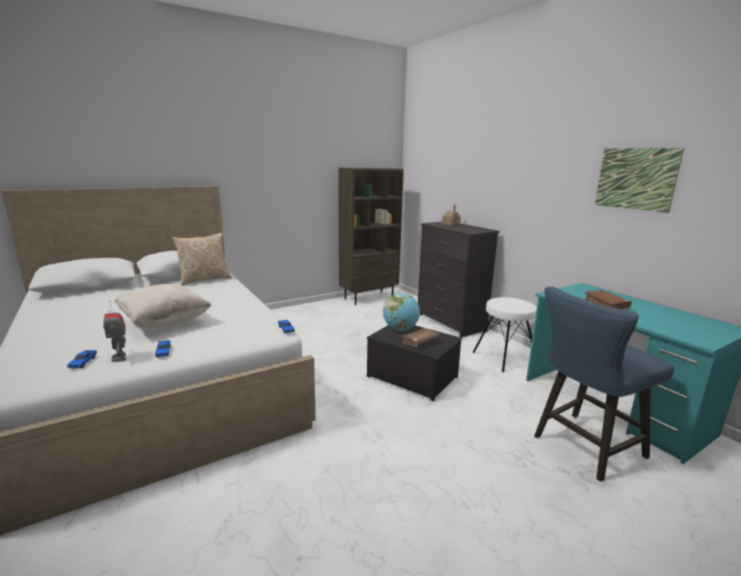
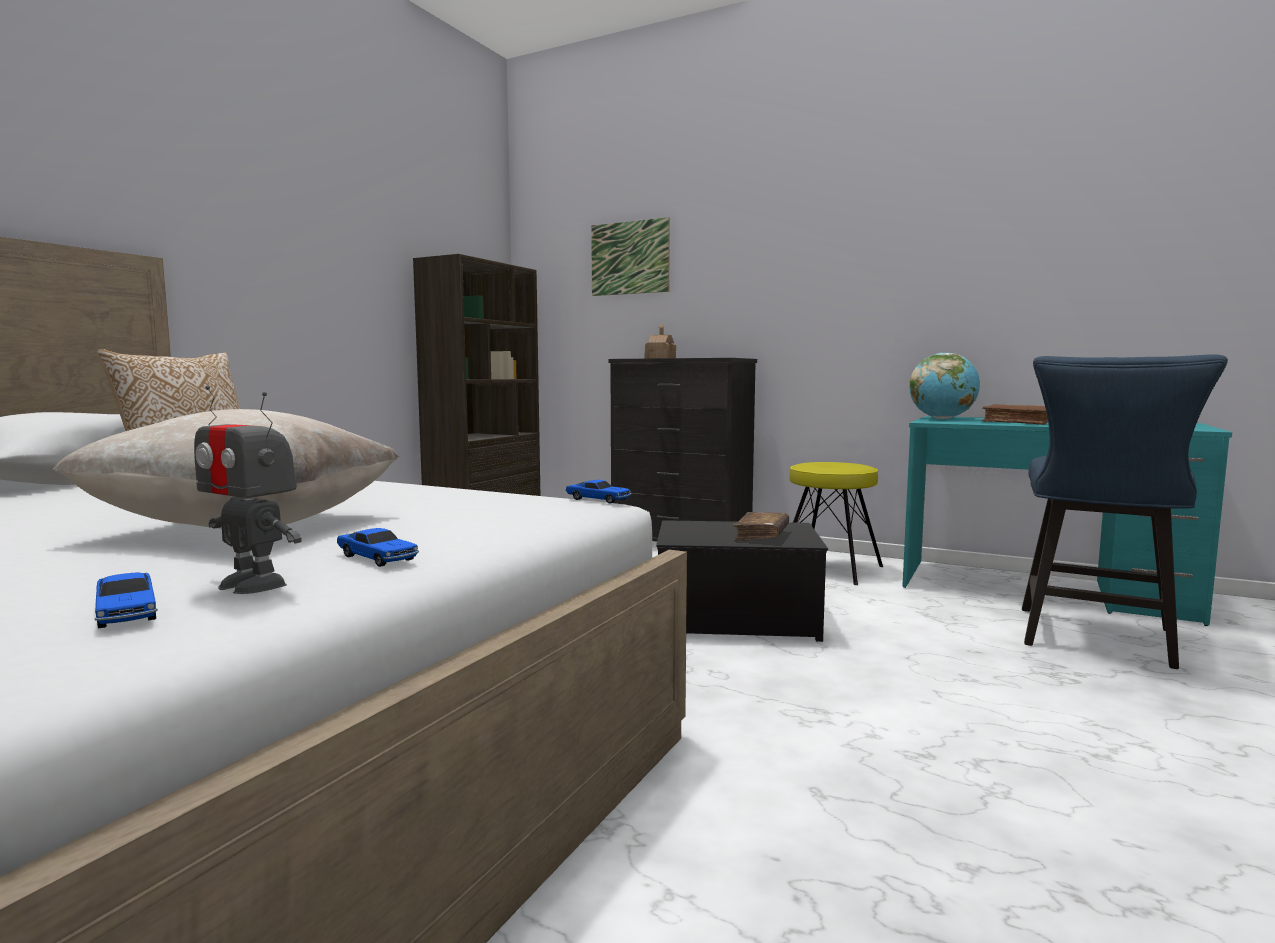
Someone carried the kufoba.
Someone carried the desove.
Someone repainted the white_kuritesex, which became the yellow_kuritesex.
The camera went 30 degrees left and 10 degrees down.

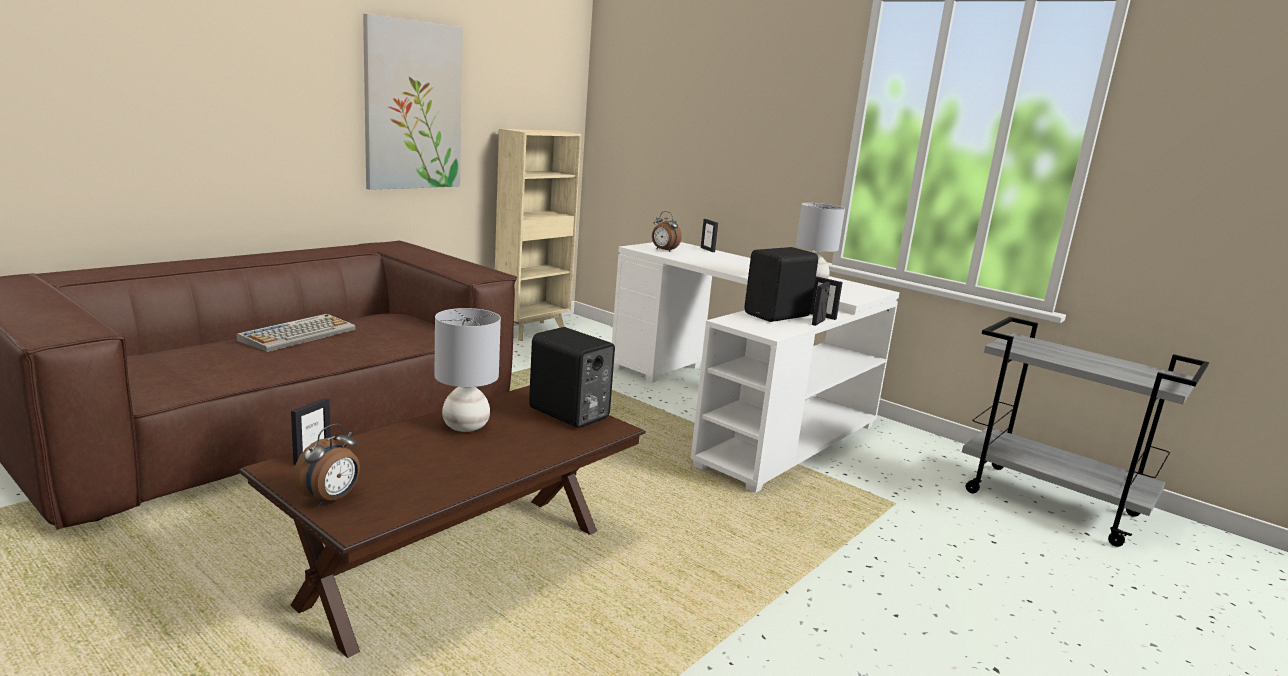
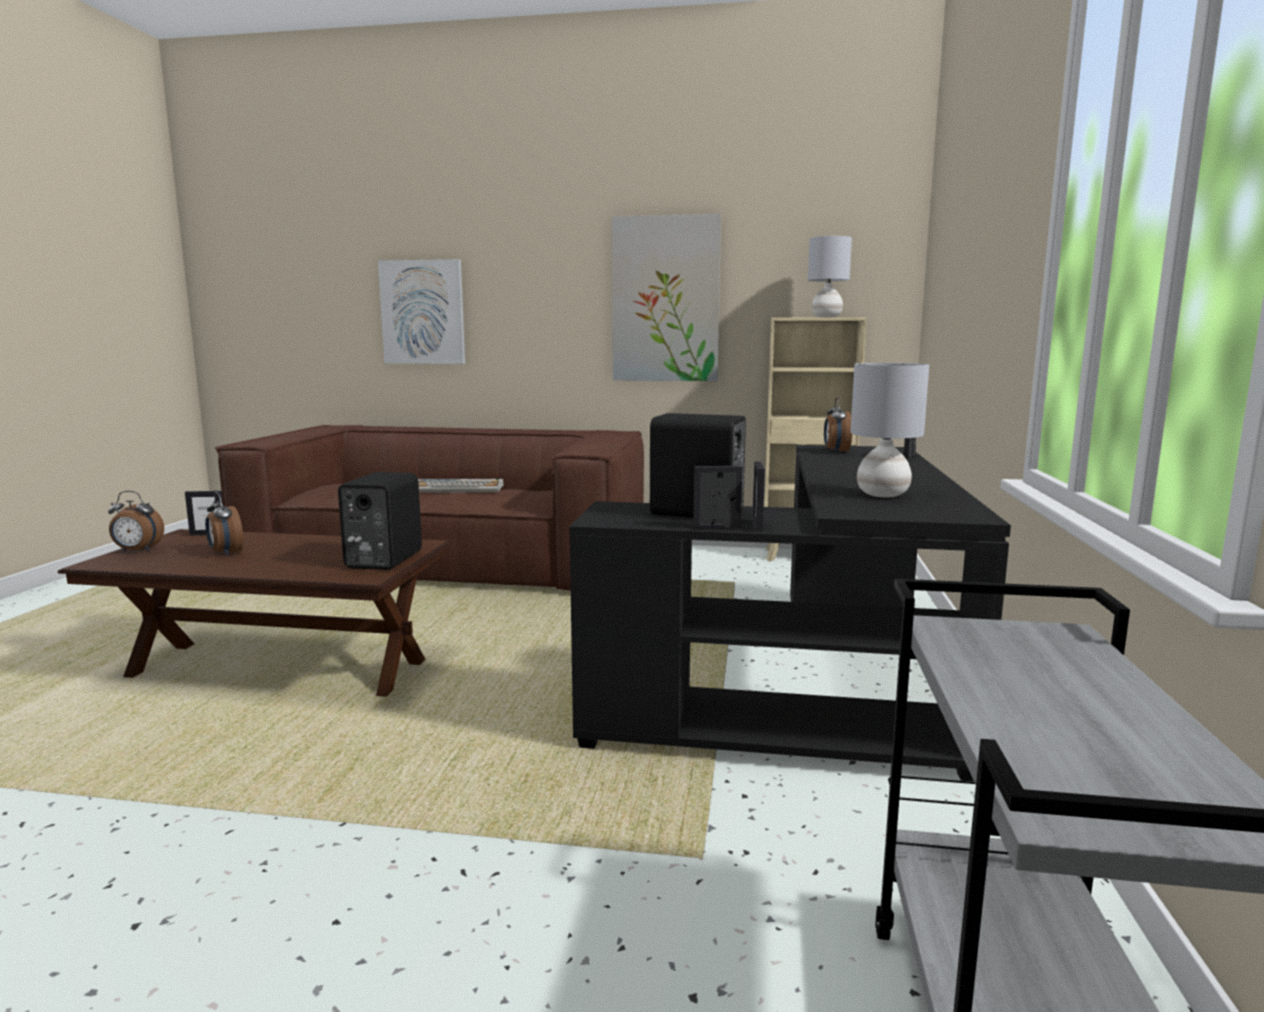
Someone repainted the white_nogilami, which became the black_nogilami.
Someone carried the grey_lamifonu (no. 1 from left).
Someone put up the kufoba (no. 1 from left).
Someone put down the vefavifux (no. 2 from left).
The camera went 60 degrees right and 5 degrees down.

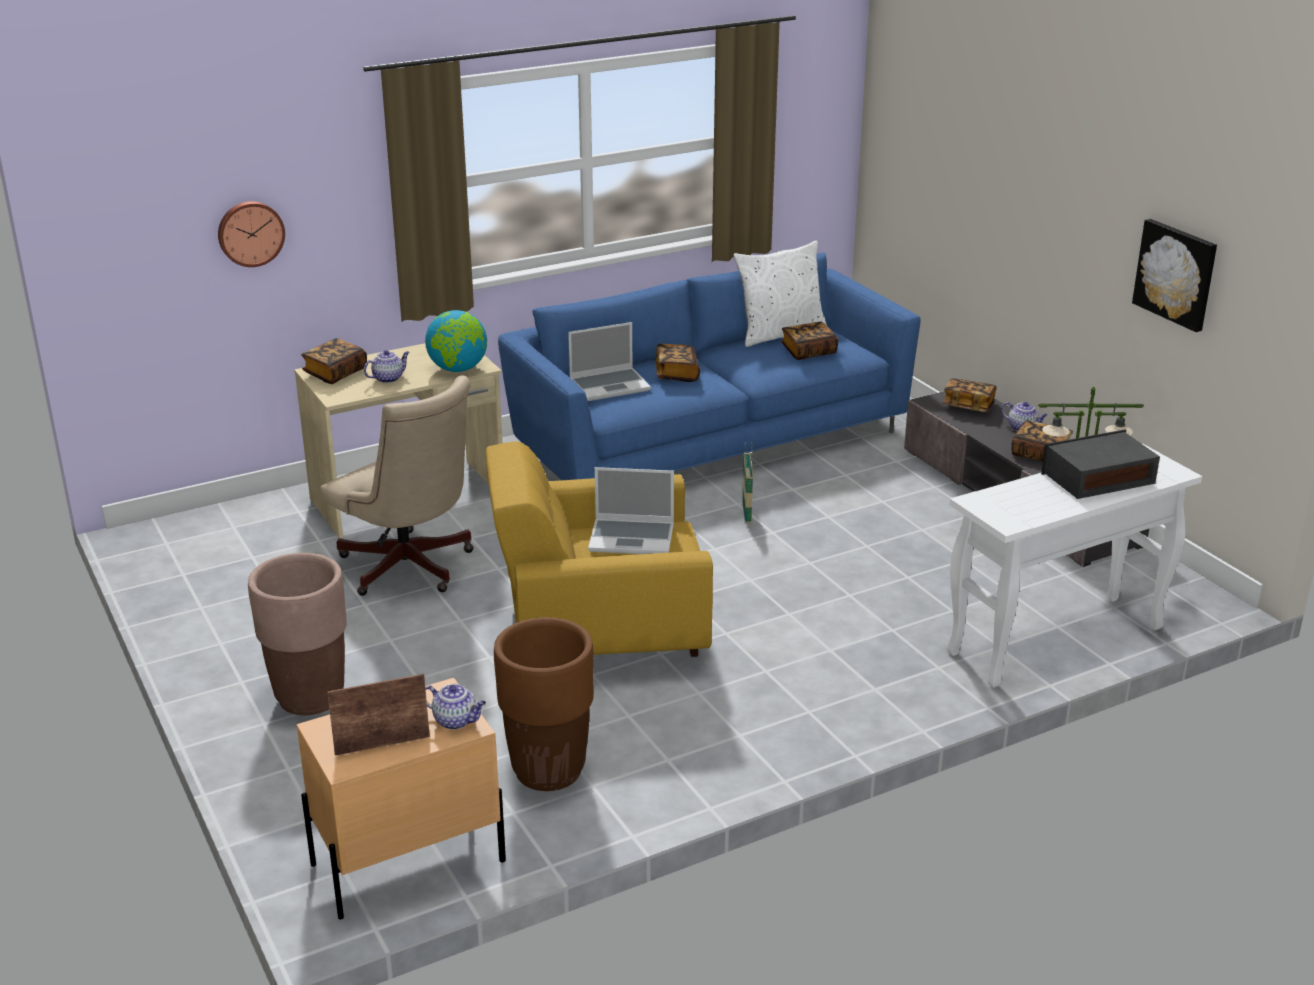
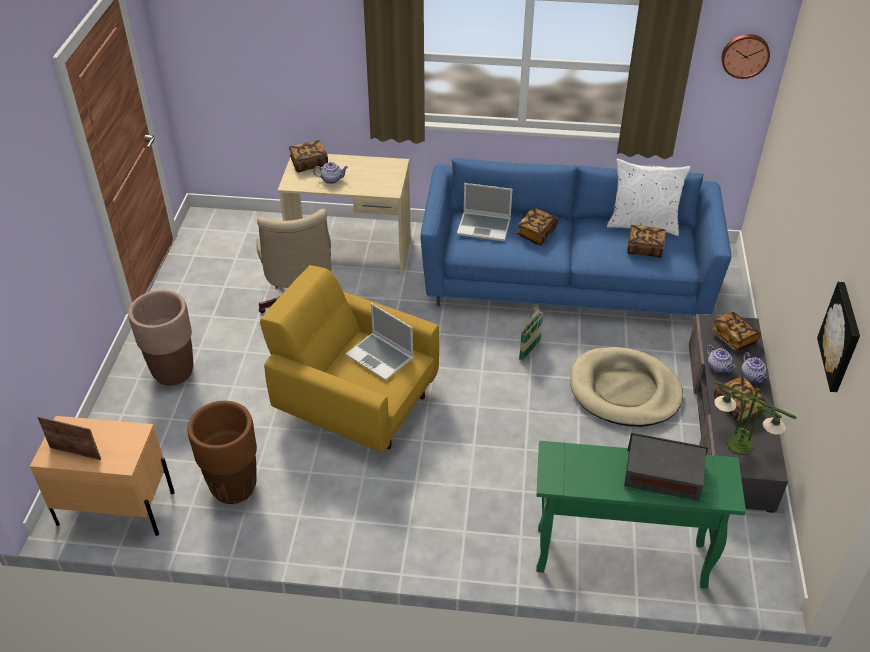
Someone carried the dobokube.
Someone took away the desove.
Someone repainted the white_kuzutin, which became the green_kuzutin.
Someone carried the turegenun (no. 2 from left).
Someone put down the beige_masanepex.
The camera went 35 degrees right and 15 degrees up.

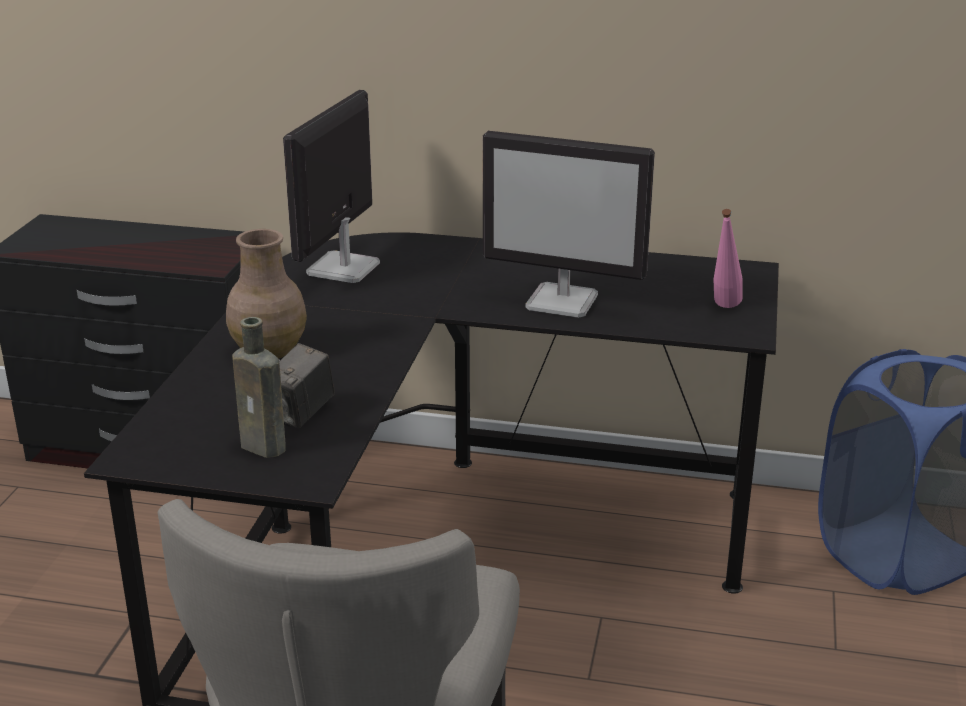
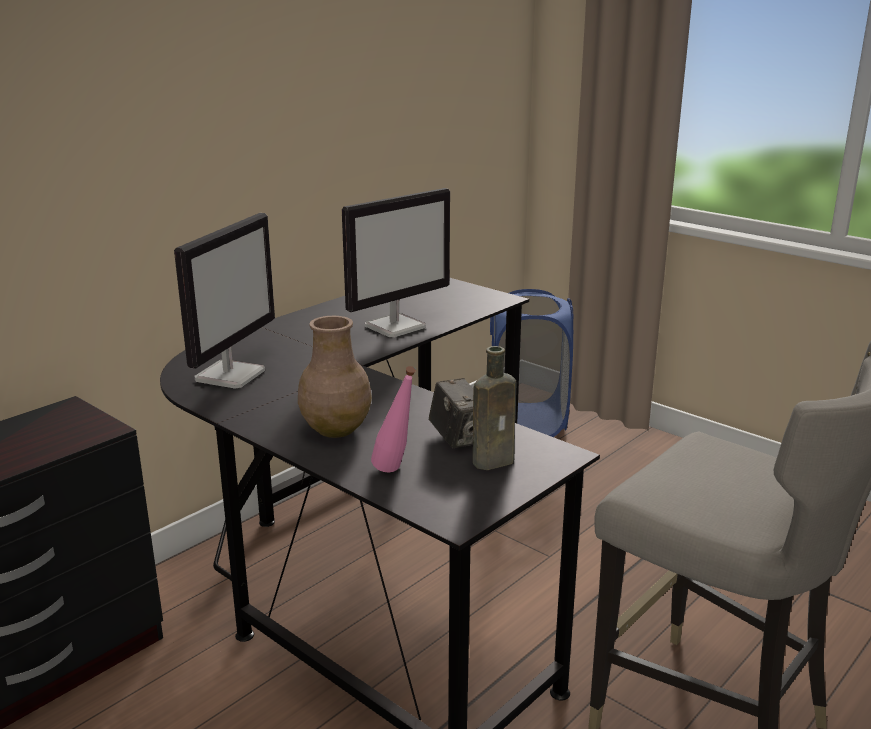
Someone rotated the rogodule (no. 1 from left) by 120 degrees counterclockwise.
Someone carried the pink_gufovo.
The camera went 60 degrees left and 5 degrees down.

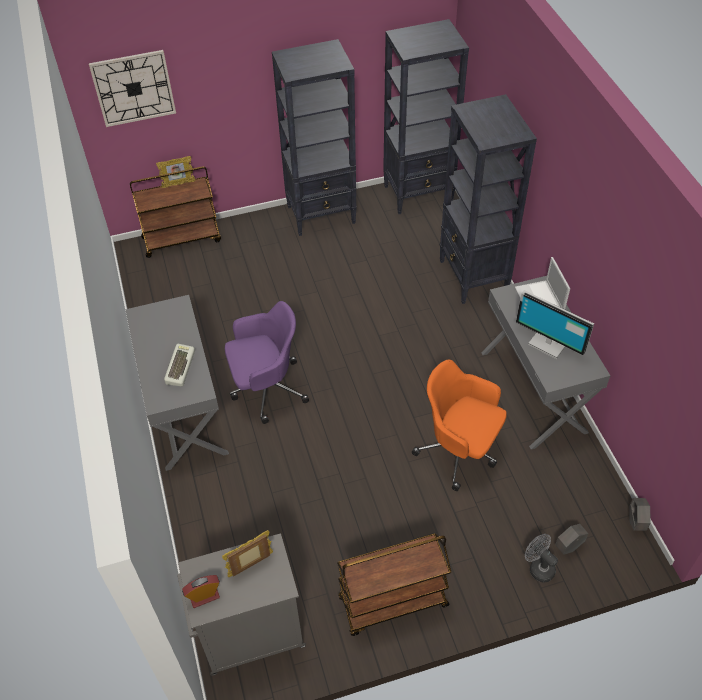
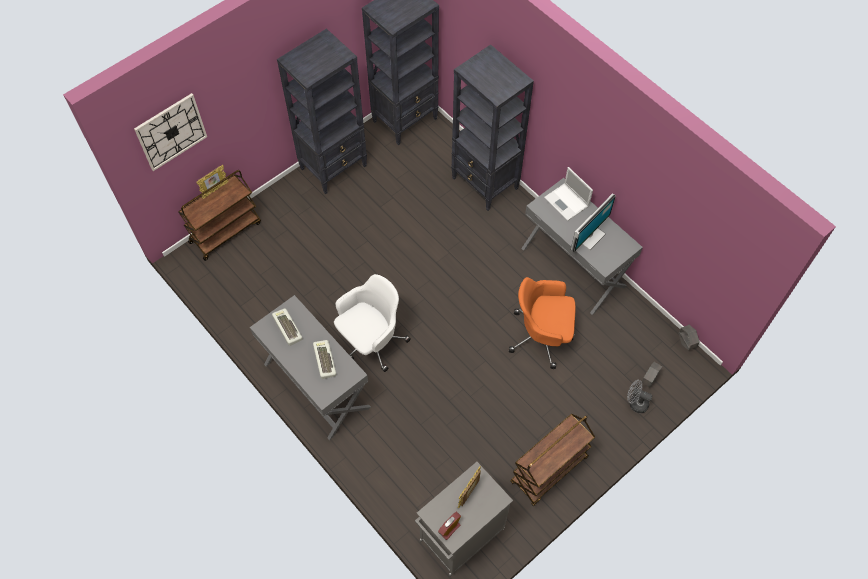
Someone rotated the rogodule by 60 degrees counterclockwise.
Someone repainted the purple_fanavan, which became the white_fanavan.
Someone put down the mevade (no. 1 from left).
The camera went 25 degrees left and 10 degrees up.

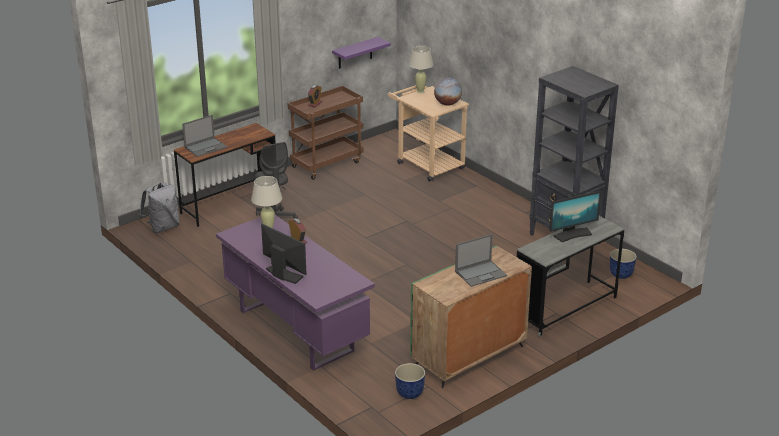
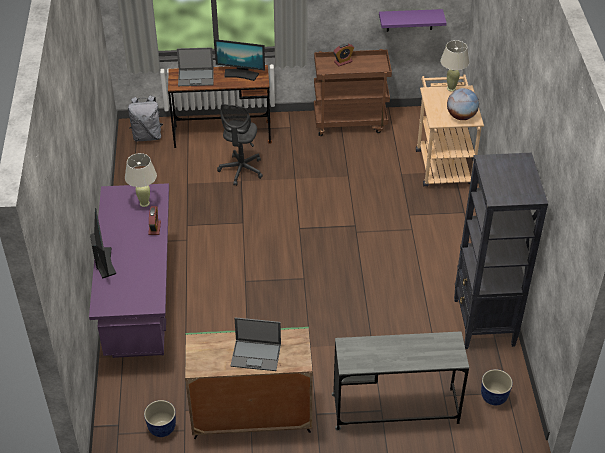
Someone carried the rogodule (no. 2 from left).
The camera went 35 degrees right and 15 degrees up.

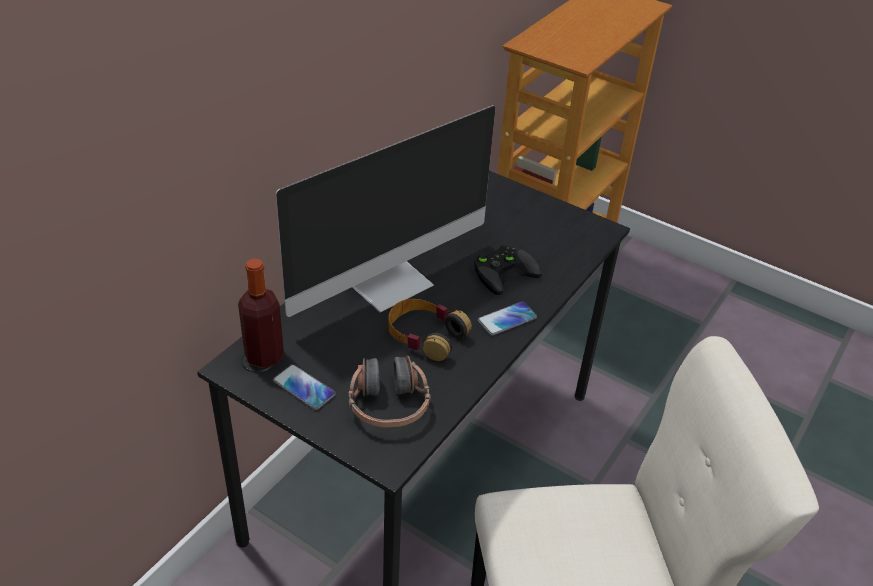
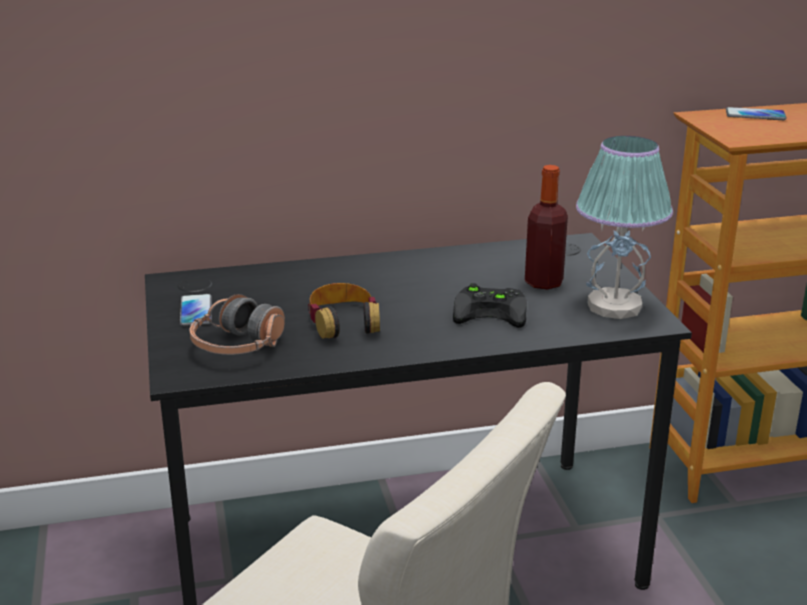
Someone took away the rogodule.
Someone carried the gufovo.
Someone carried the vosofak (no. 2 from left).
Someone put down the lamifonu.
The camera went 45 degrees right and 15 degrees down.

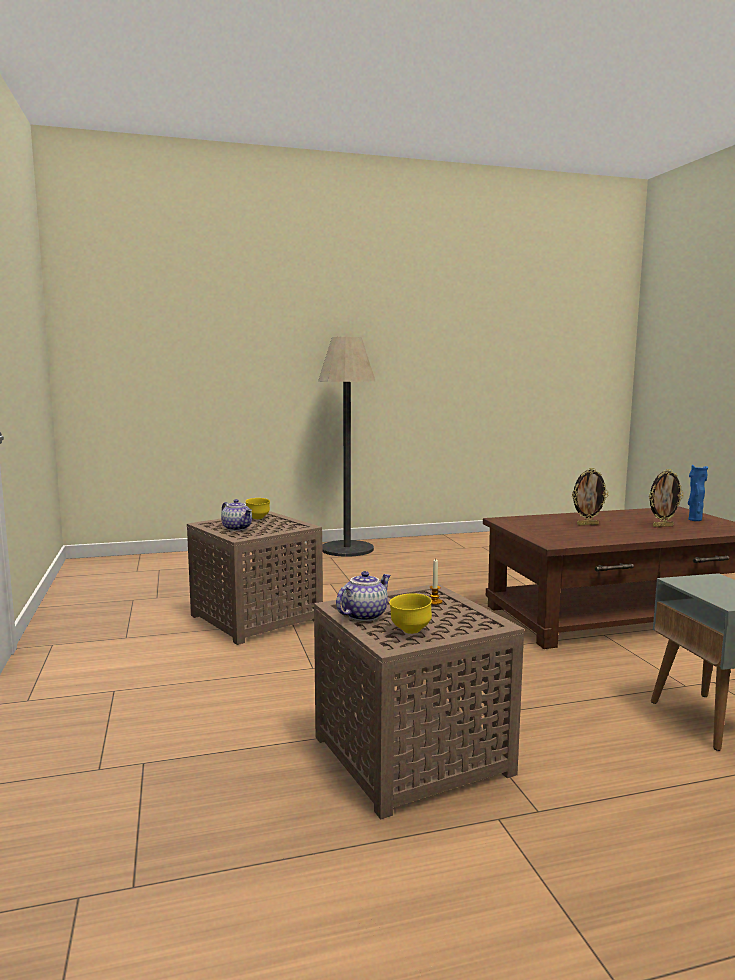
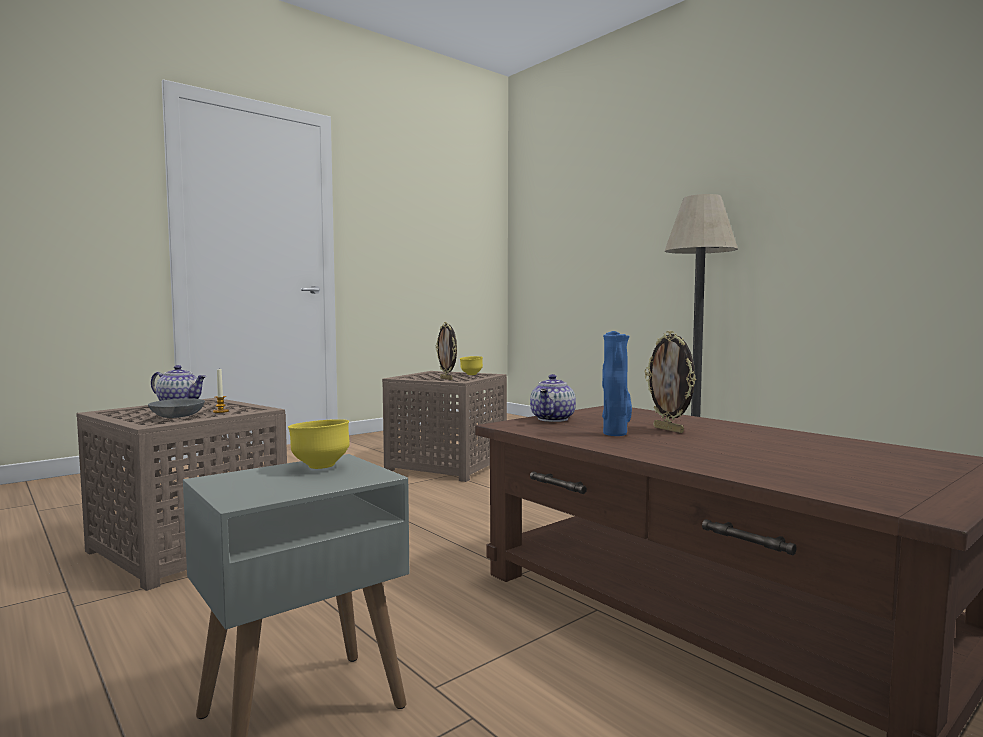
Someone carried the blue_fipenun.
Someone carried the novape (no. 2 from left in the first image).
Someone carried the turegenun (no. 1 from left in the first image).
Someone carried the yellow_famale (no. 2 from left in the first image).
Someone put down the grey_famale.
The camera went 65 degrees right and 5 degrees down.

